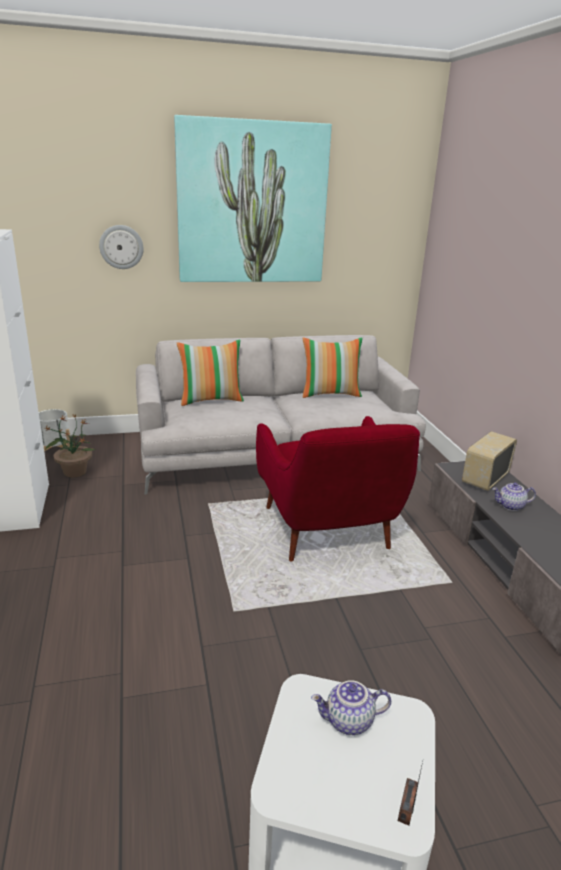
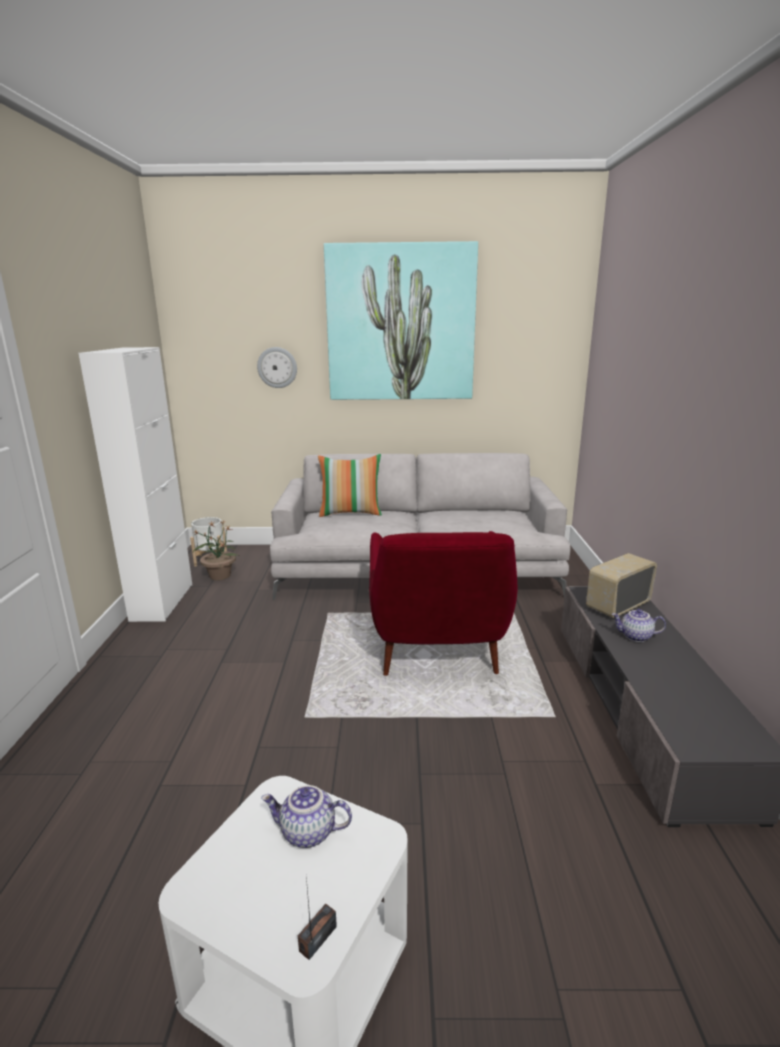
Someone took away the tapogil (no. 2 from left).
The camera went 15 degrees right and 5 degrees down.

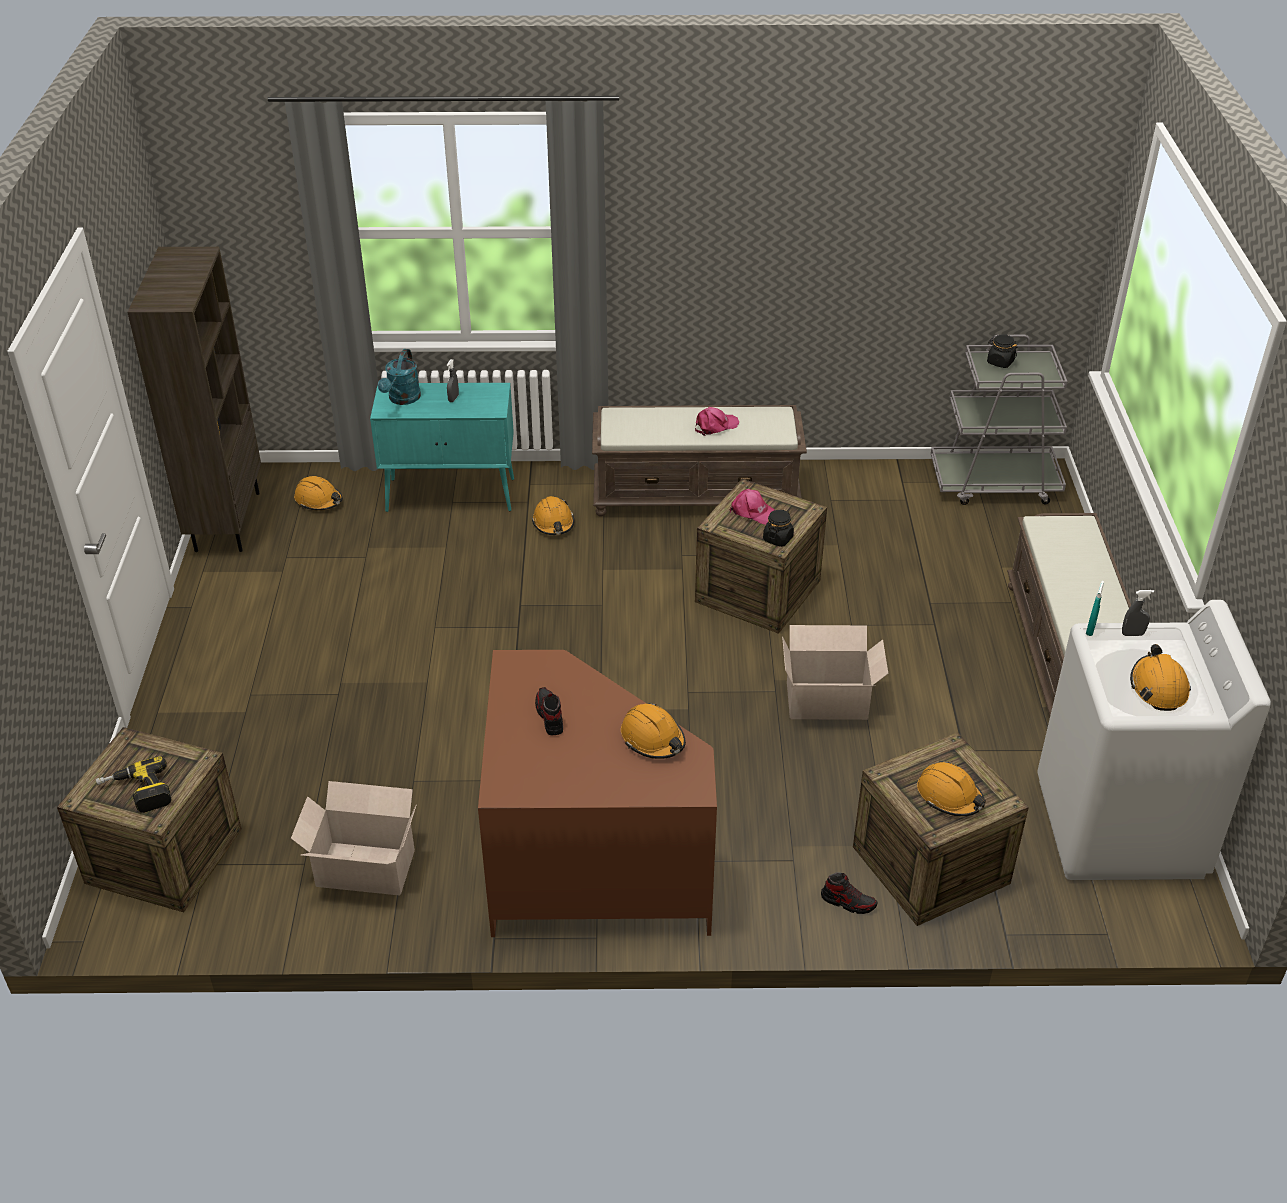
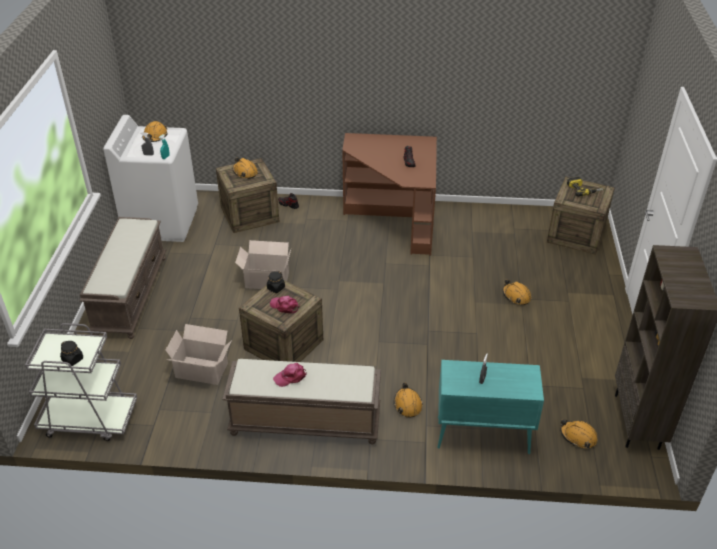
Someone took away the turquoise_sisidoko.
Someone carried the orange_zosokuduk (no. 3 from left in the first image).
Someone carried the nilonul (no. 1 from left).
The camera went 175 degrees left and 0 degrees up.

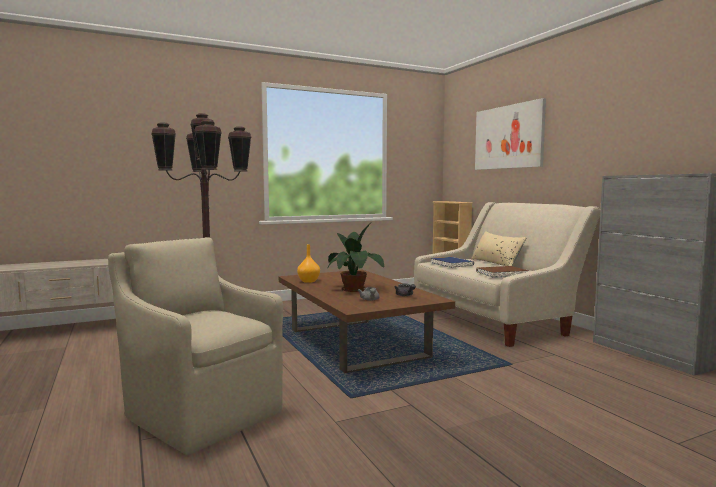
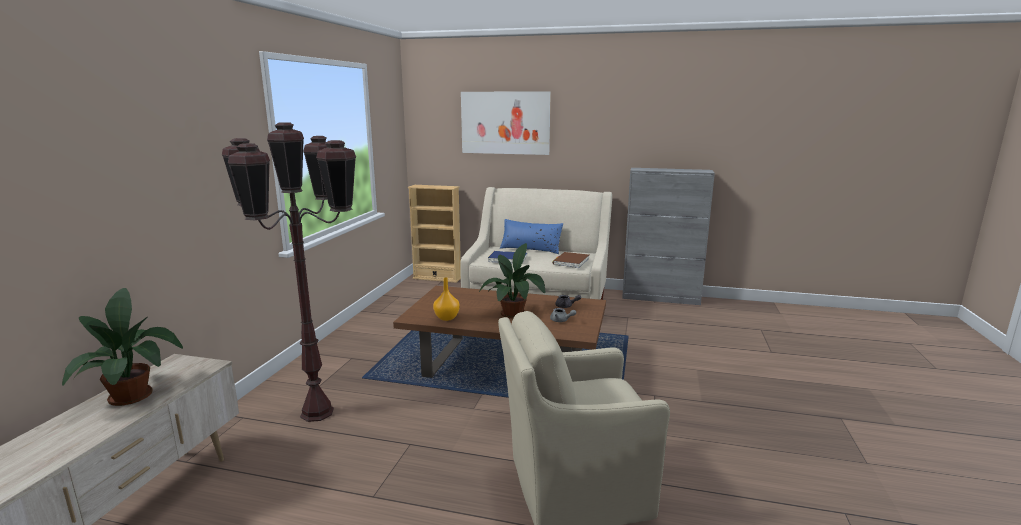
Someone repainted the beige_tapogil, which became the blue_tapogil.
Someone put down the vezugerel (no. 1 from left).
The camera went 50 degrees left and 10 degrees up.

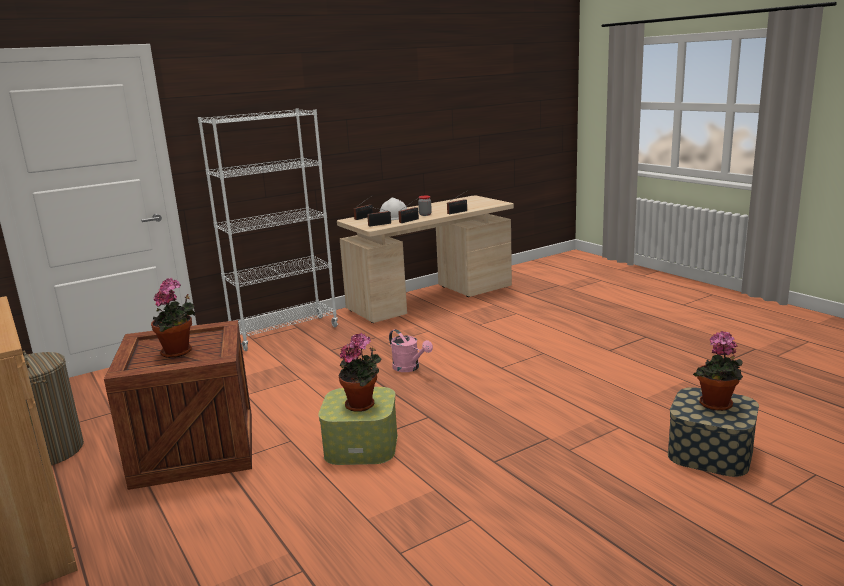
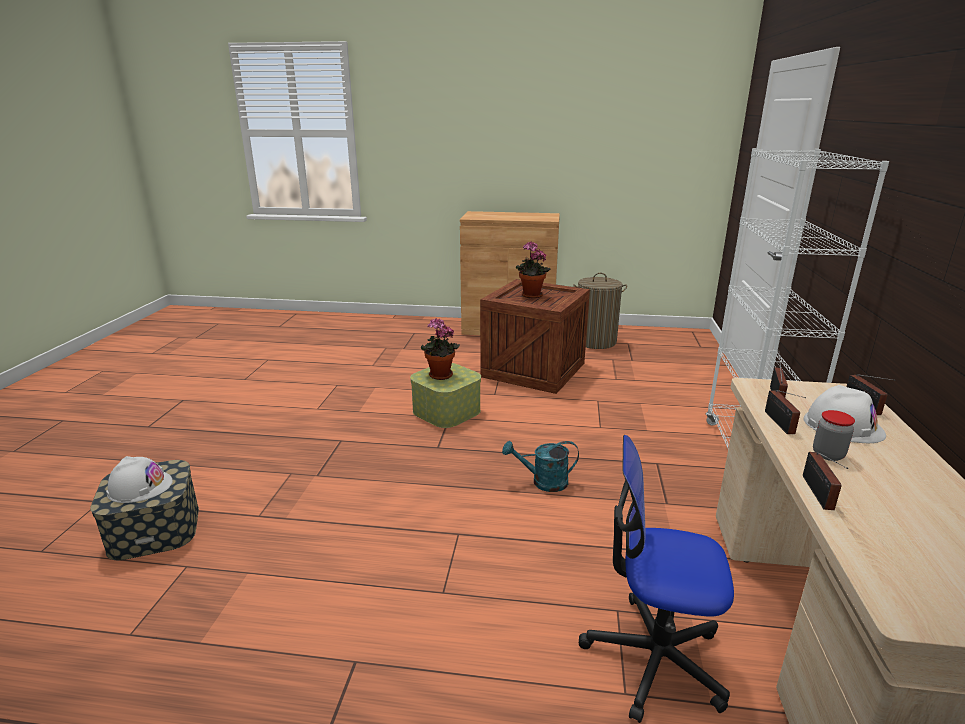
Someone repainted the pink_sisidoko, which became the turquoise_sisidoko.
Someone swapped the vezugerel (no. 3 from left) for the white_zosokuduk (no. 1 from left).
Someone put down the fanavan.
The camera went 130 degrees right and 5 degrees up.

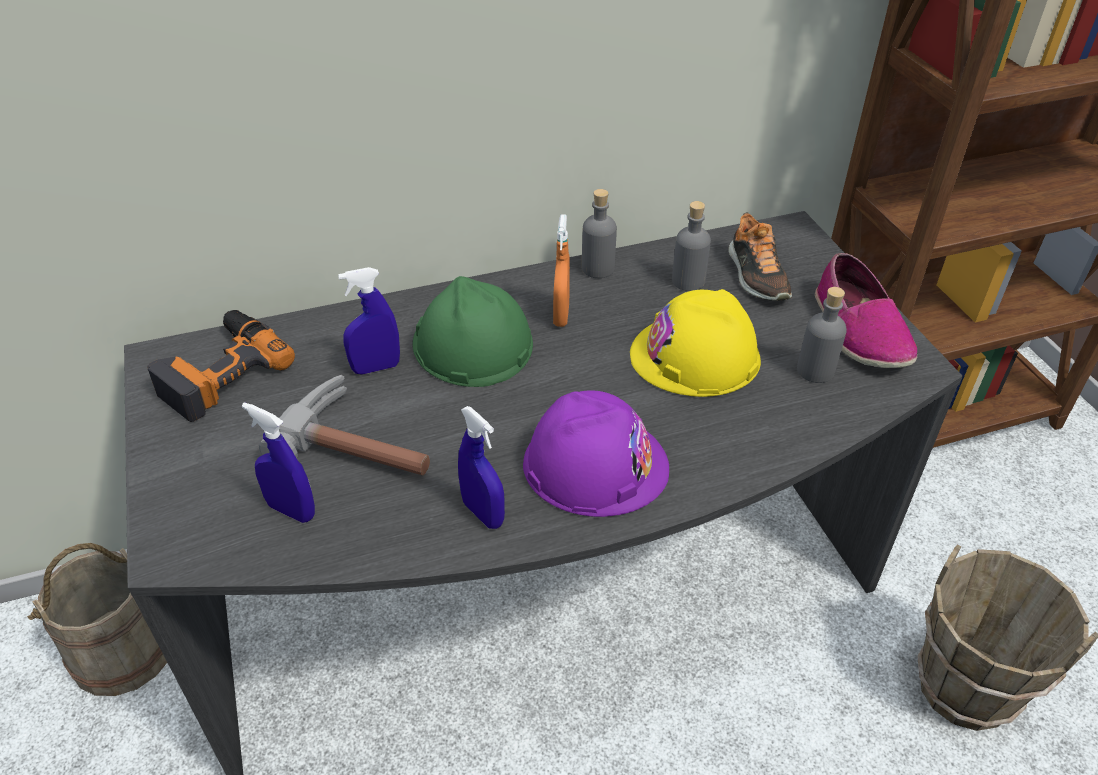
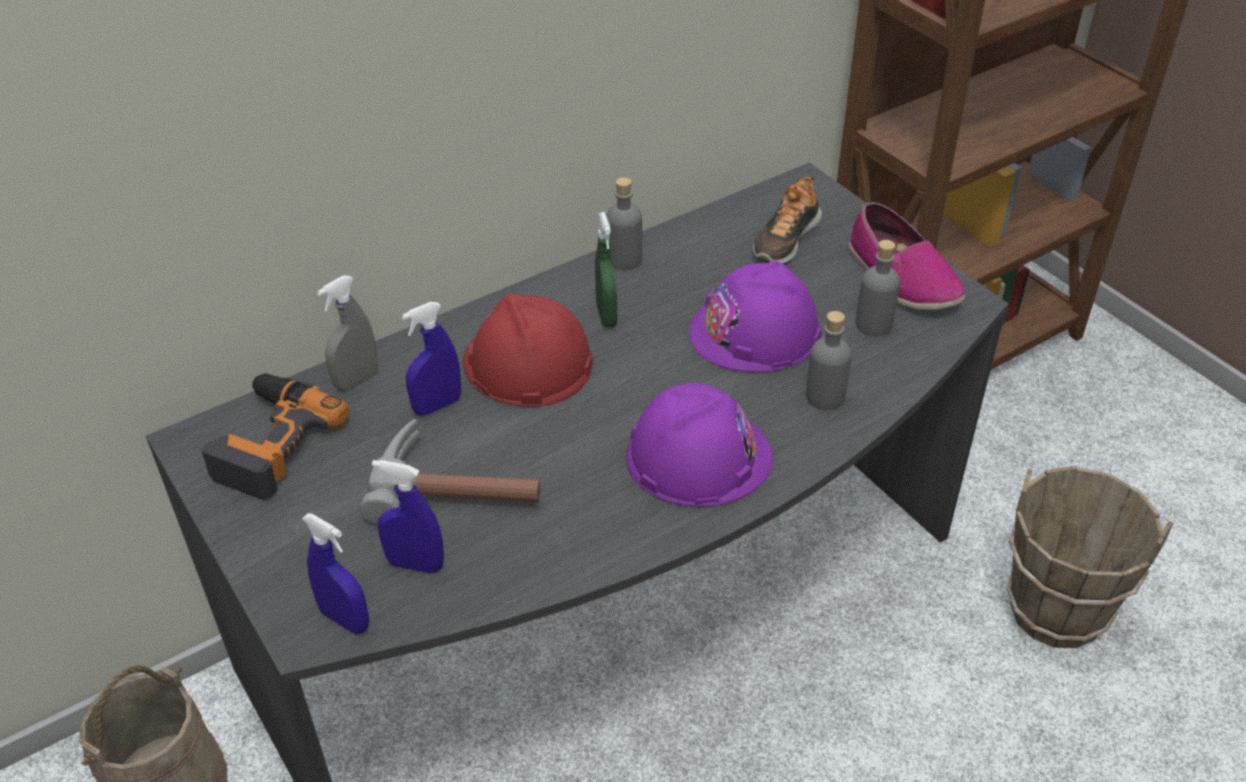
Someone carried the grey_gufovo (no. 2 from left).
Someone rotated the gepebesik (no. 1 from left) by 60 degrees clockwise.
Someone repainted the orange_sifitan, which became the green_sifitan.
Someone repainted the green_zosokuduk, which became the red_zosokuduk.
Someone repainted the yellow_zosokuduk, which became the purple_zosokuduk (no. 2 from left).
Someone carried the blue_sifitan (no. 3 from left in the first image).
Someone put down the grey_sifitan.
The camera went 15 degrees left and 0 degrees up.

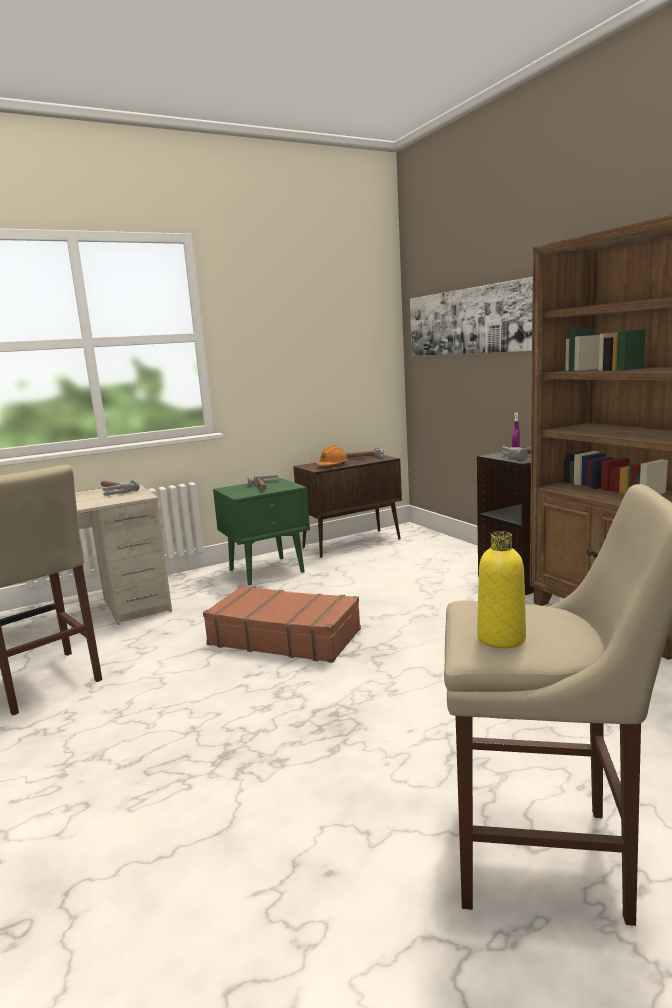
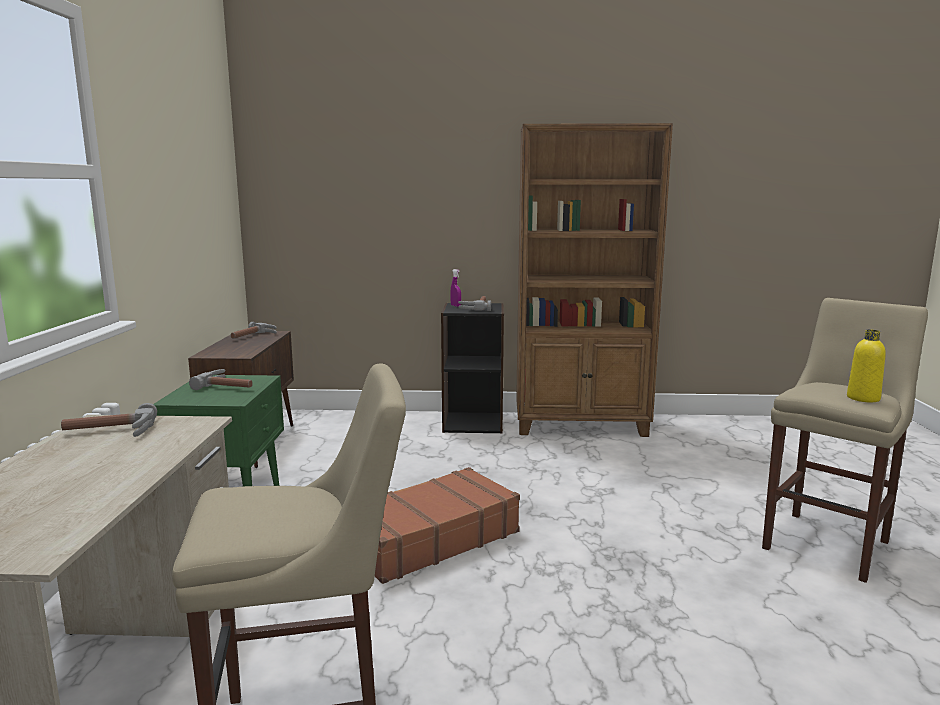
Someone took away the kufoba.
Someone took away the orange_zosokuduk.
The camera went 60 degrees left and 0 degrees up.

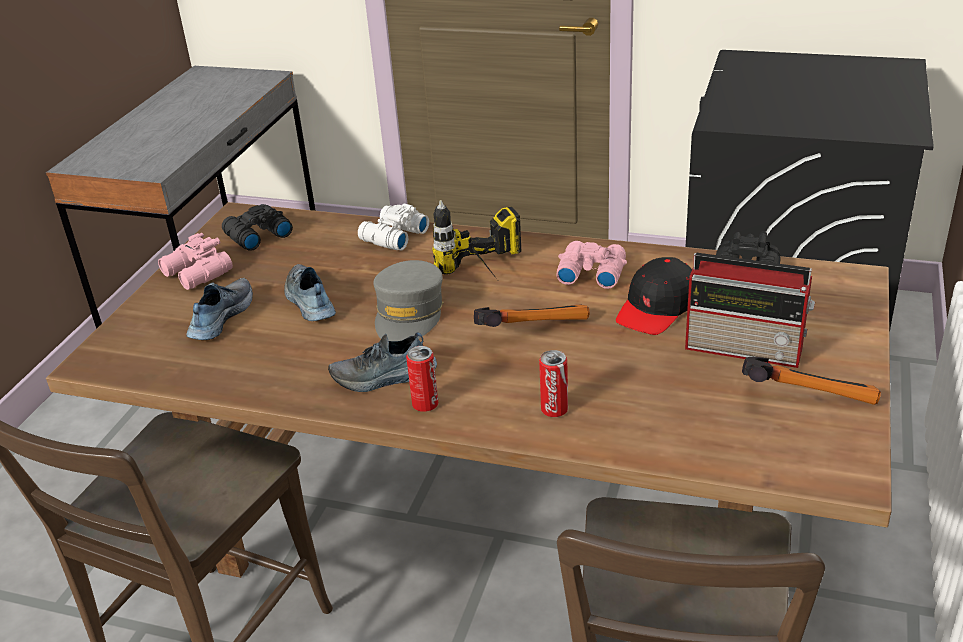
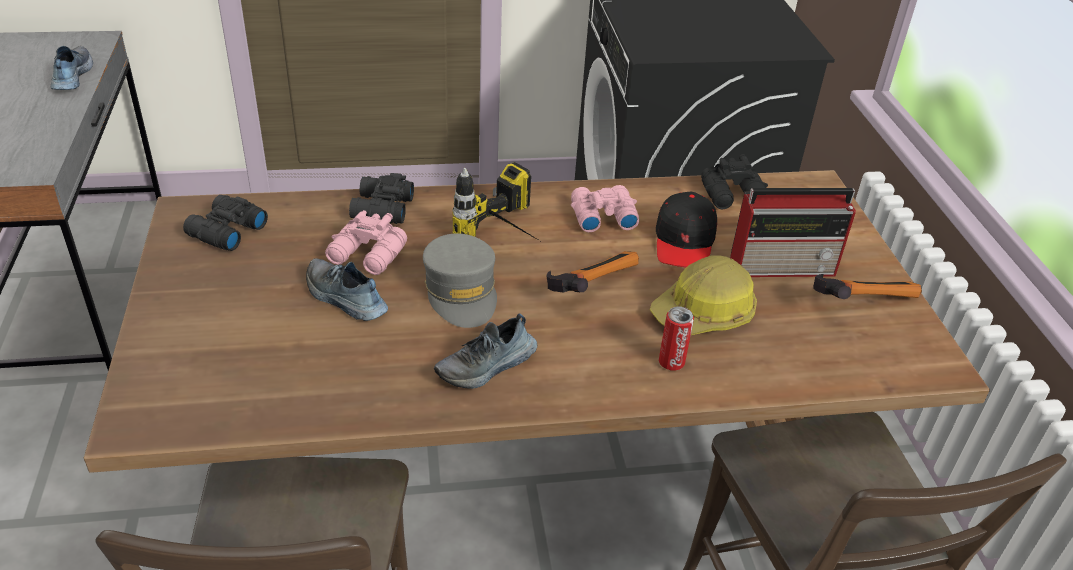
Someone repainted the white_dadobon, which became the black_dadobon (no. 2 from left).
Someone carried the pink_dadobon (no. 1 from left).
Someone carried the gepebesik (no. 1 from left).
Someone took away the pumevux (no. 1 from left).
Someone put down the zosokuduk.
The camera went 30 degrees left and 5 degrees up.

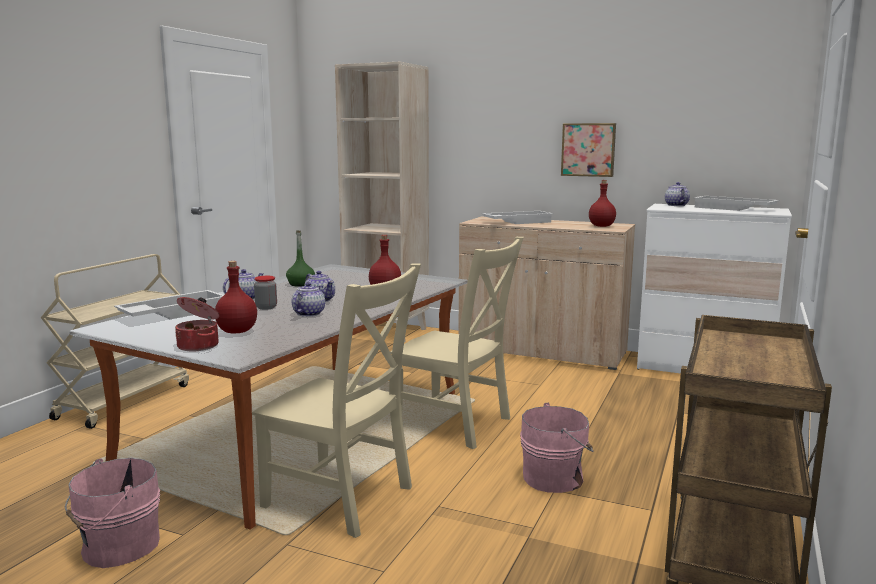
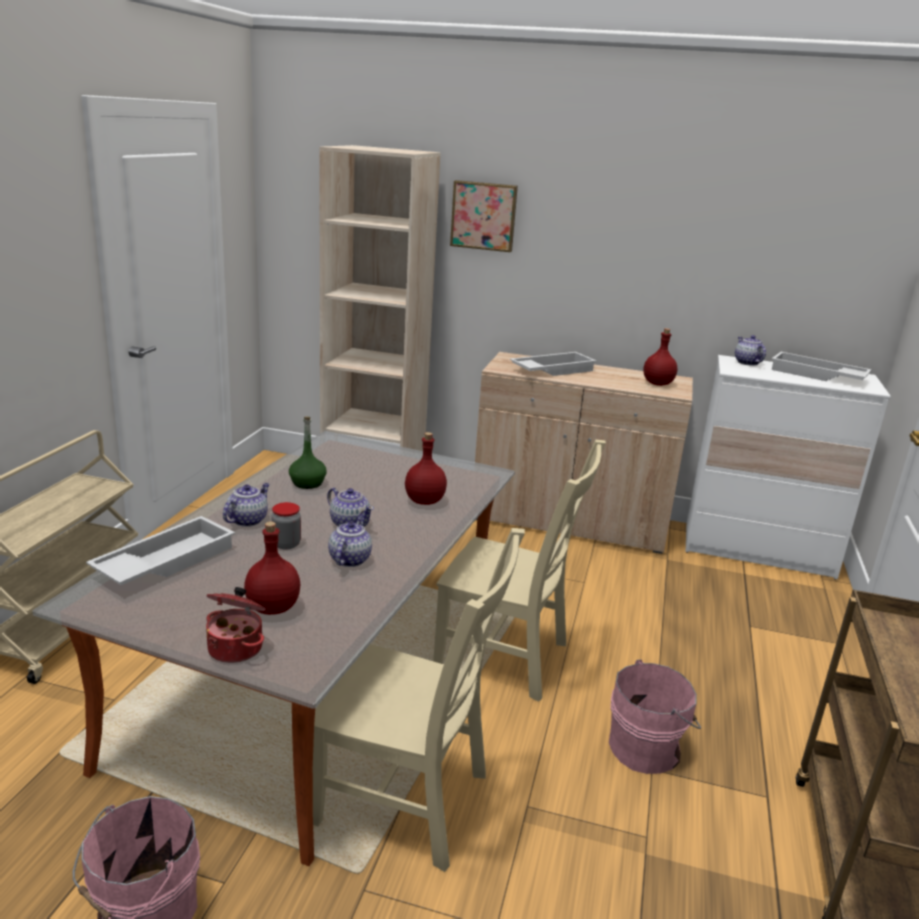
Someone carried the kufoba.
The camera went 10 degrees left and 10 degrees up.

